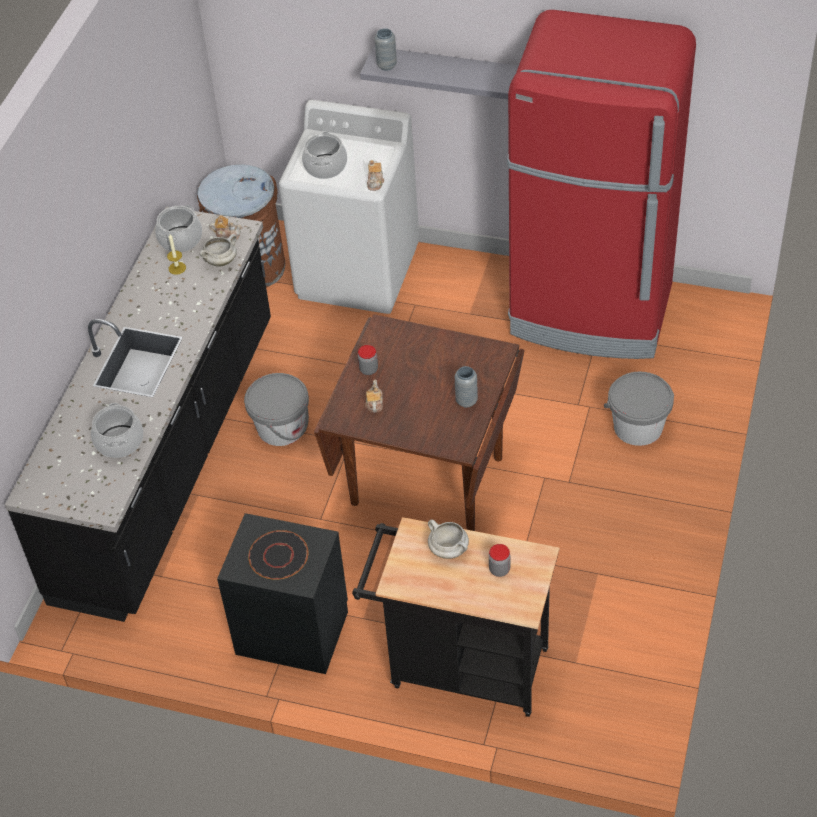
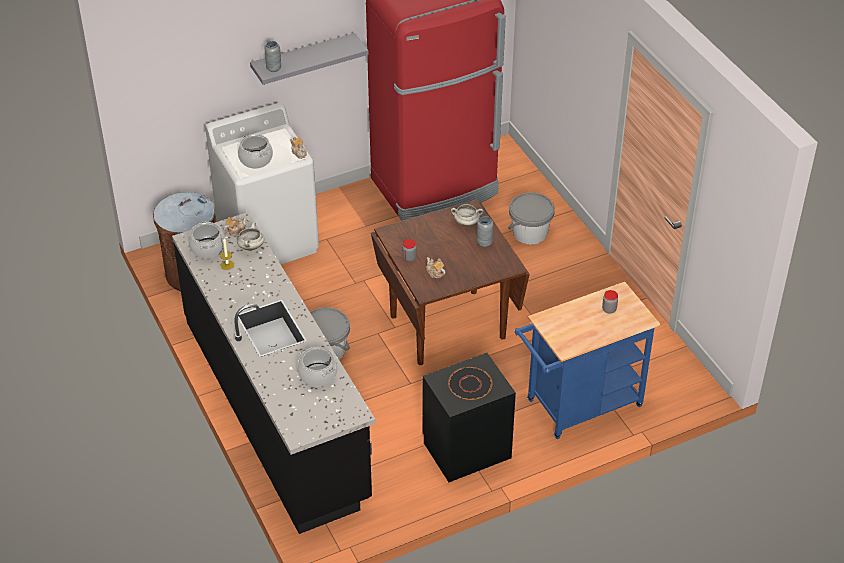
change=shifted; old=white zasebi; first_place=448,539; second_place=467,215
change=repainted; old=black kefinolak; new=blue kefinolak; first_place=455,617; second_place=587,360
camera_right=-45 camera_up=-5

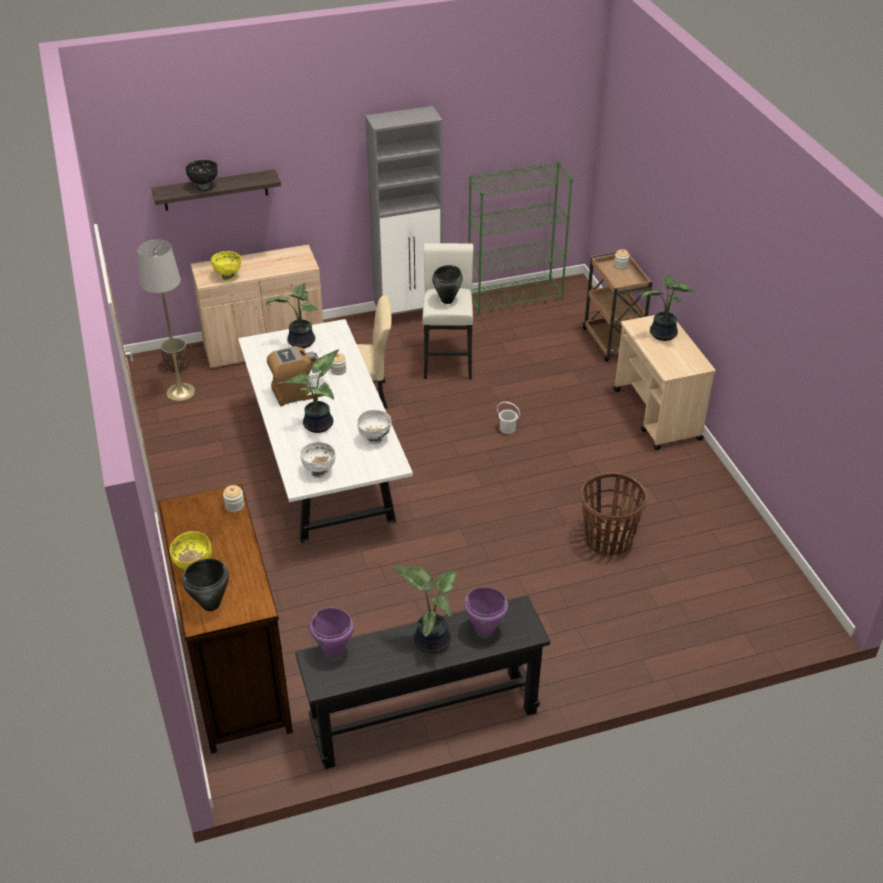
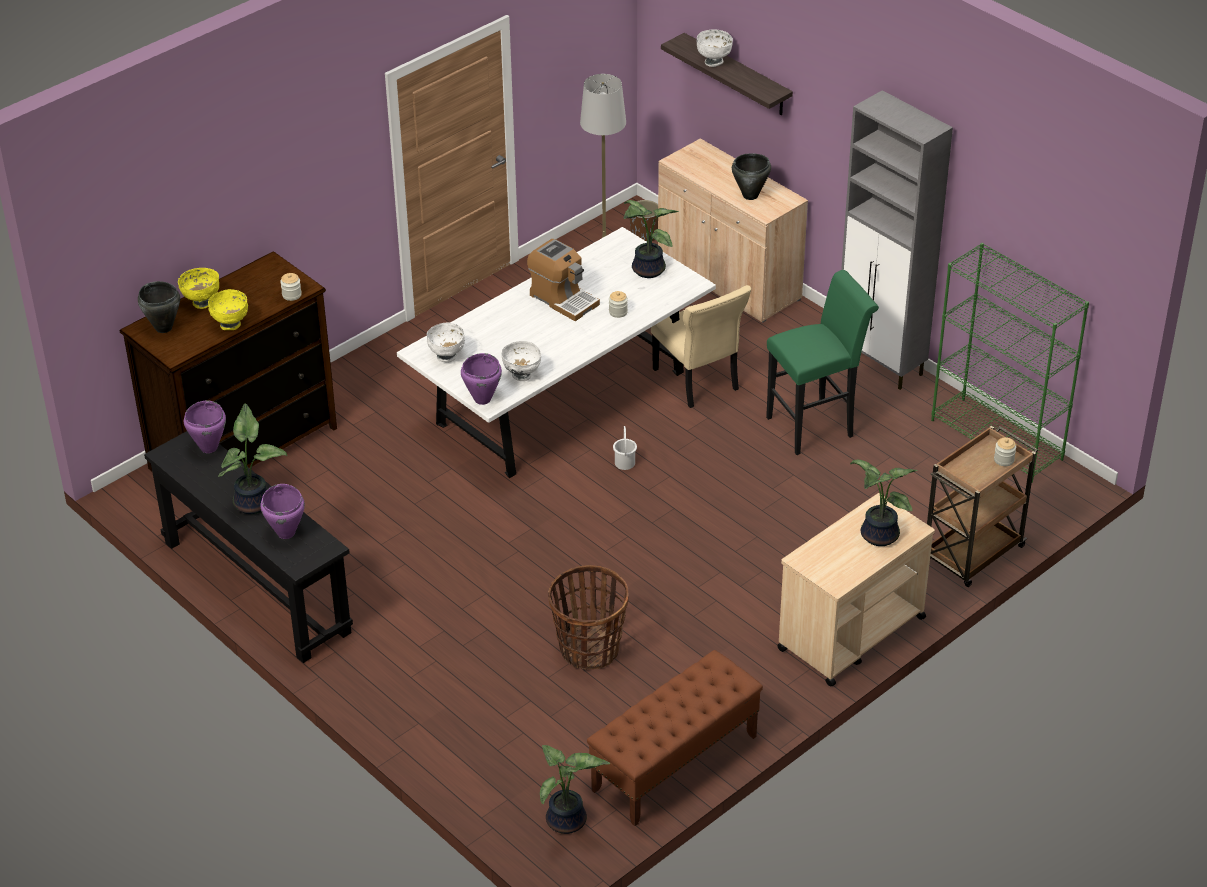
change=new; new=purple zasebi; second_place=481,379
change=new; new=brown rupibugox; second_place=675,738
change=shifted; old=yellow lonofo; first_place=226,266; second_place=228,309
change=shifted; old=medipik; first_place=312,391; second_place=575,789
change=shifted; old=black zasebi; first_place=447,284; second_place=751,176
change=shifted; old=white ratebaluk; first_place=508,418; second_place=625,448
change=repainted; old=black lonofo; new=white lonofo; first_place=201,175; second_place=715,48
change=repainted; old=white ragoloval; new=green ragoloval; first_place=448,311; second_place=822,362
camera_right=65 camera_up=0

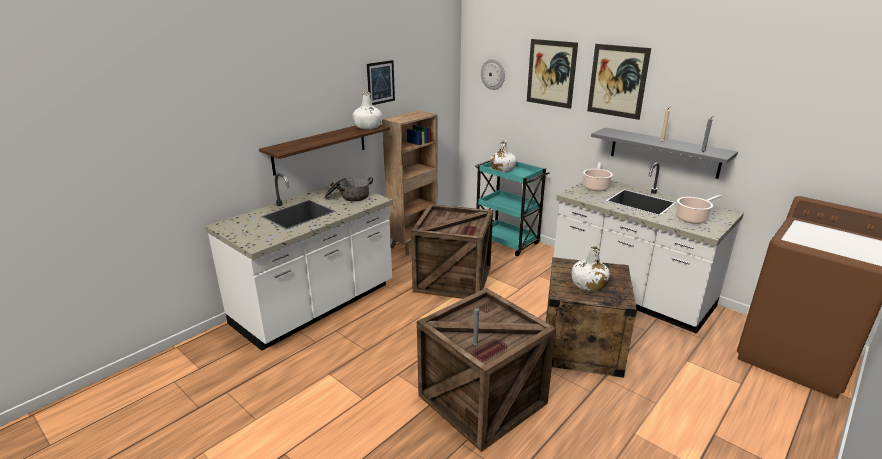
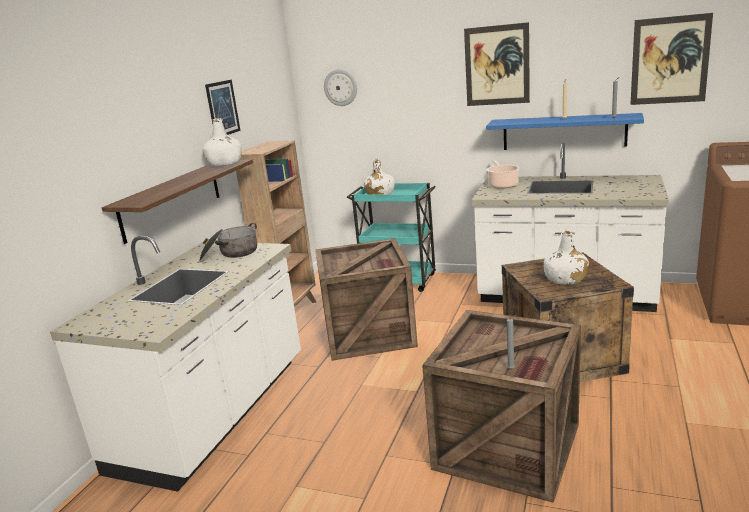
change=gone; old=zasebi; first_place=699,209
change=shifted; old=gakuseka; first_place=552,74; second_place=671,59
change=repainted; old=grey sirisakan; new=blue sirisakan; first_place=664,153; second_place=565,131
camera_right=-20 camera_up=-5

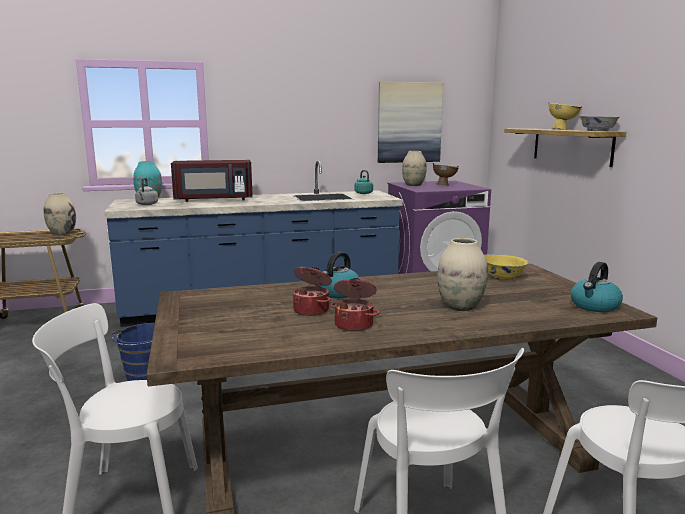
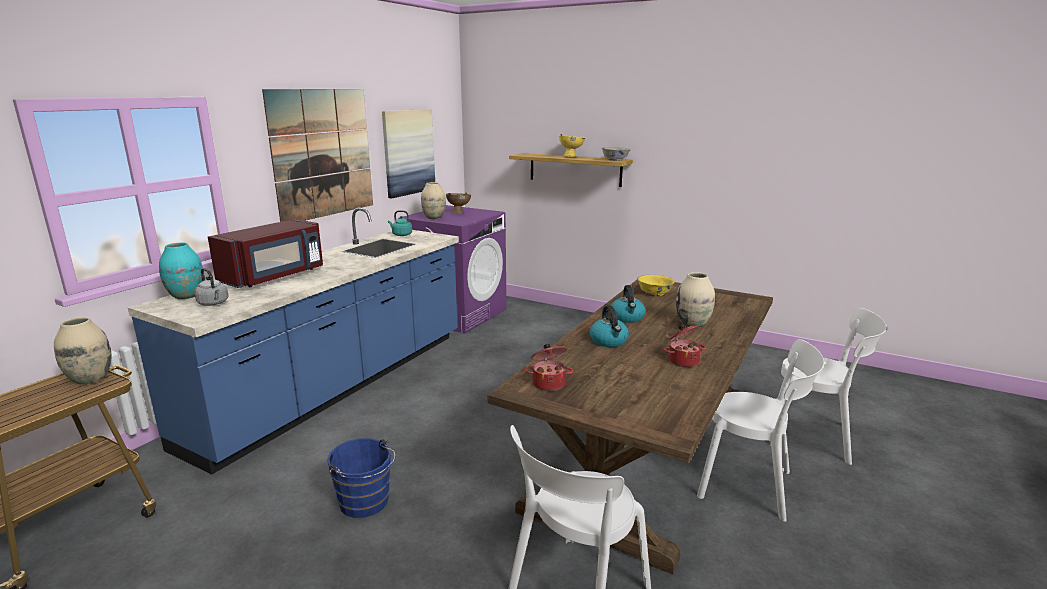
change=new; new=gakuseka; second_place=317,155
change=shifted; old=zasebi; first_place=312,291; second_place=549,367
change=shifted; old=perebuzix; first_place=597,287; second_place=628,304
camera_right=-45 camera_up=5

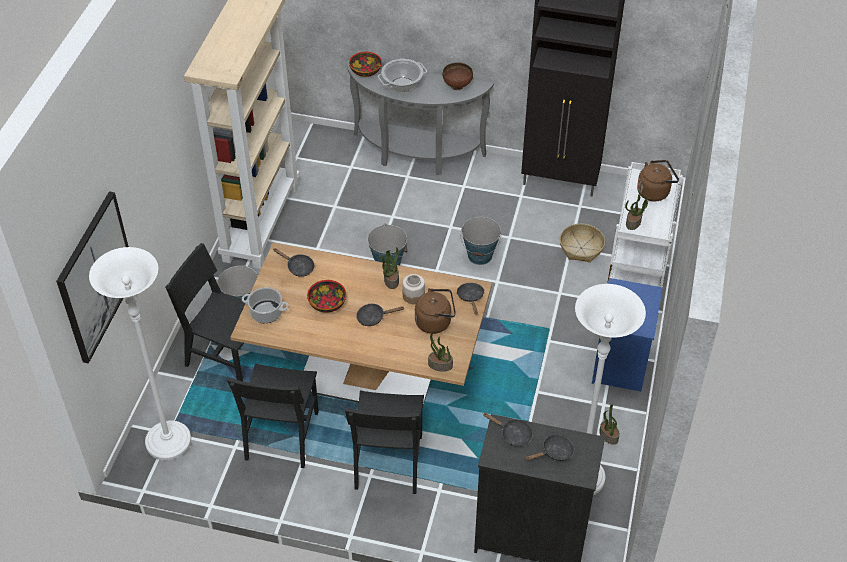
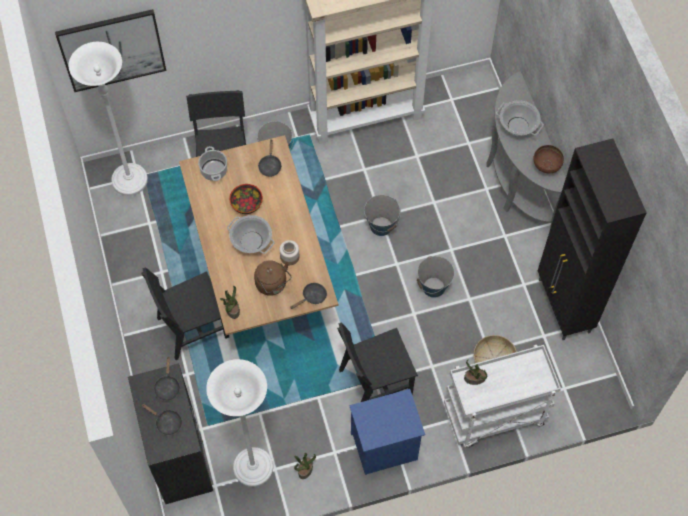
change=gone; old=lonofo; first_place=365,64
change=gone; old=medipik; first_place=389,268
change=gone; old=brown perebuzix; first_place=658,180
change=shifted; old=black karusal; first_place=273,415; second_place=377,362
change=swapped; old=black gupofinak; new=zasebi; first_place=380,315; second_place=251,234
camera_right=60 camera_up=15

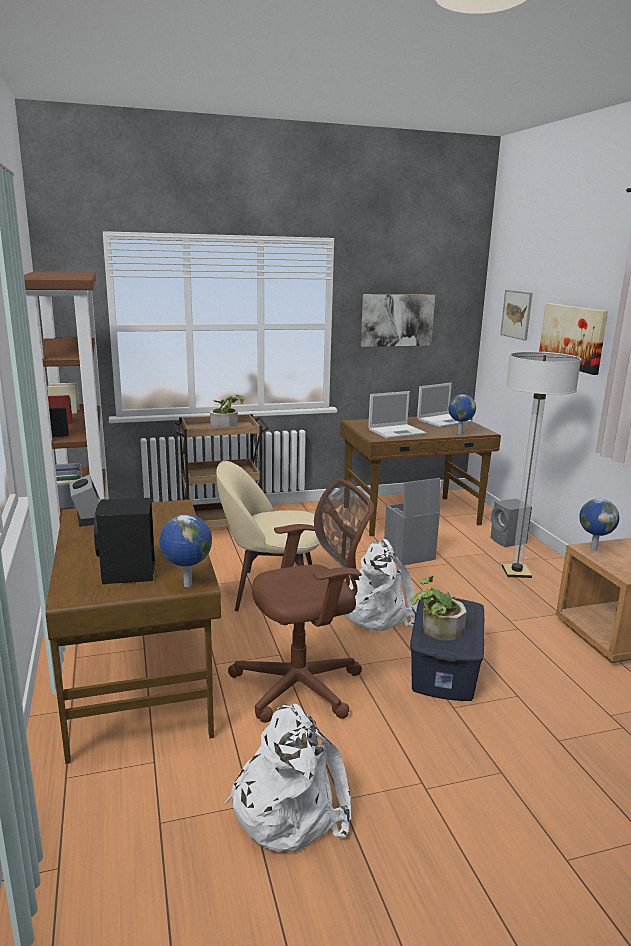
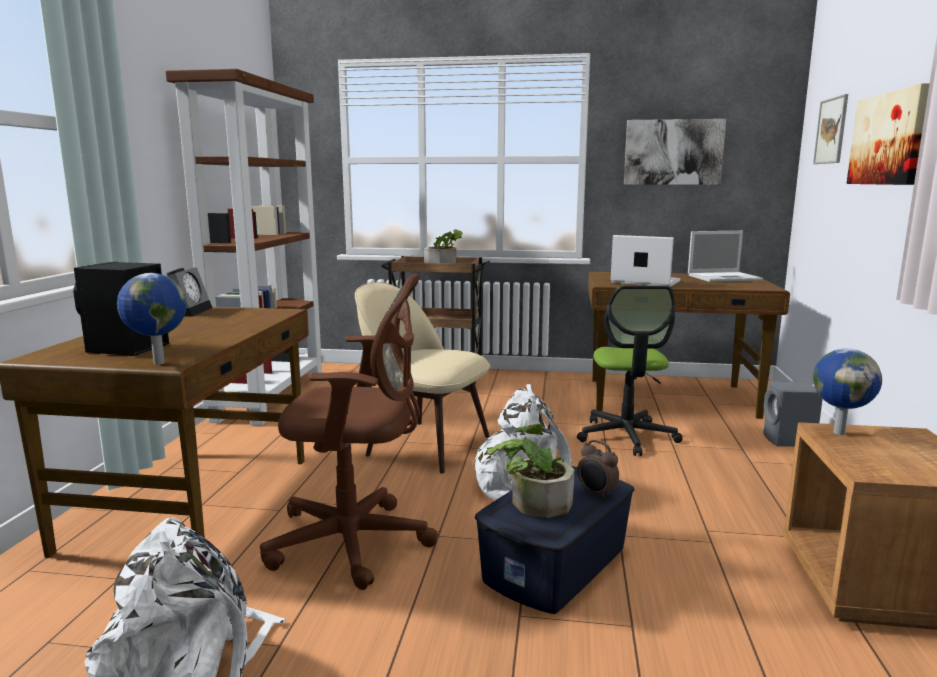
change=gone; old=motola; first_place=462,414
change=gone; old=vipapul; first_place=541,464
change=new; new=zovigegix; second_place=598,469
change=swapped; old=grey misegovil; new=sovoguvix; first_place=412,521; second_place=630,371
change=rotated; old=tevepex; first_place=397,415; second_place=645,261; degrees=-150
camera_right=25 camera_up=-5

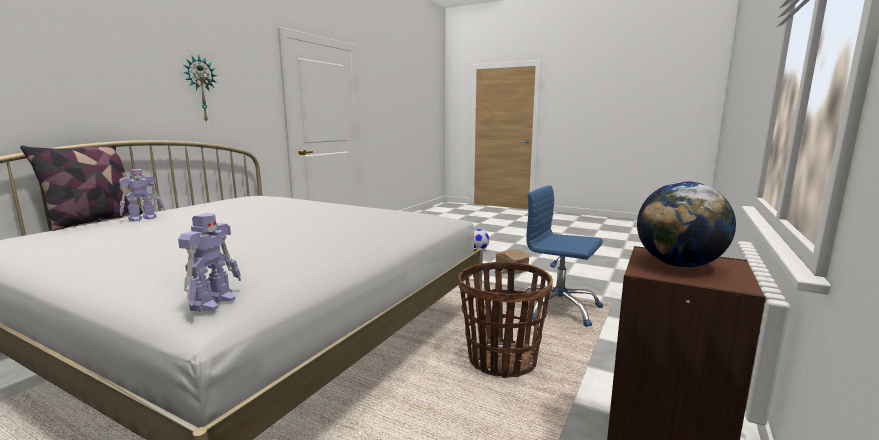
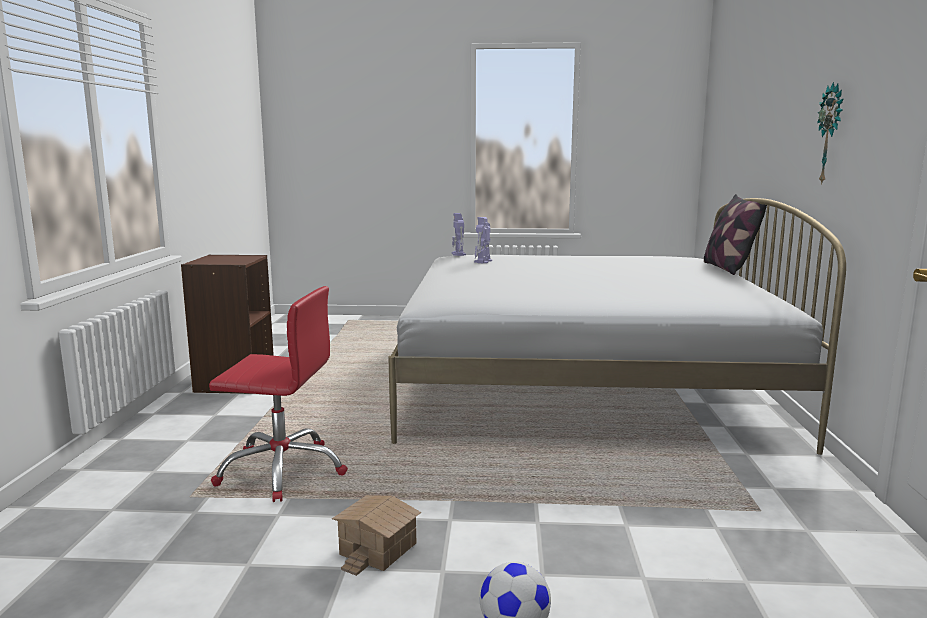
change=gone; old=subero; first_place=505,320
change=gone; old=motola; first_place=686,224
change=shifted; old=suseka; first_place=142,195; second_place=483,240
change=repainted; old=blue sovoguvix; new=red sovoguvix; first_place=563,256; second_place=278,394
camera_right=155 camera_up=0

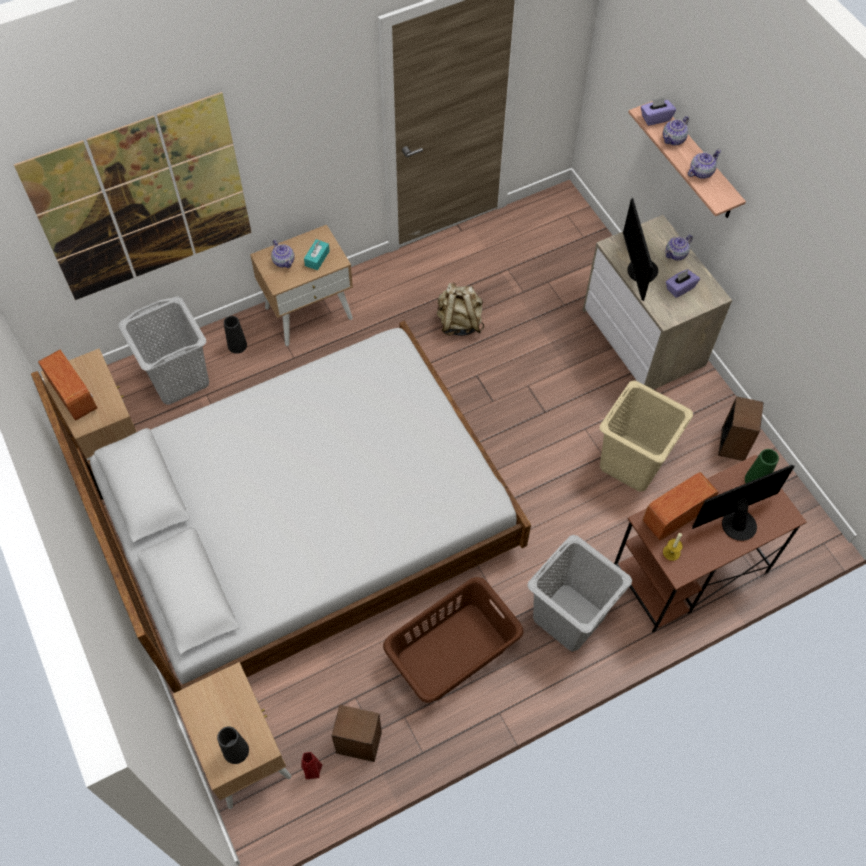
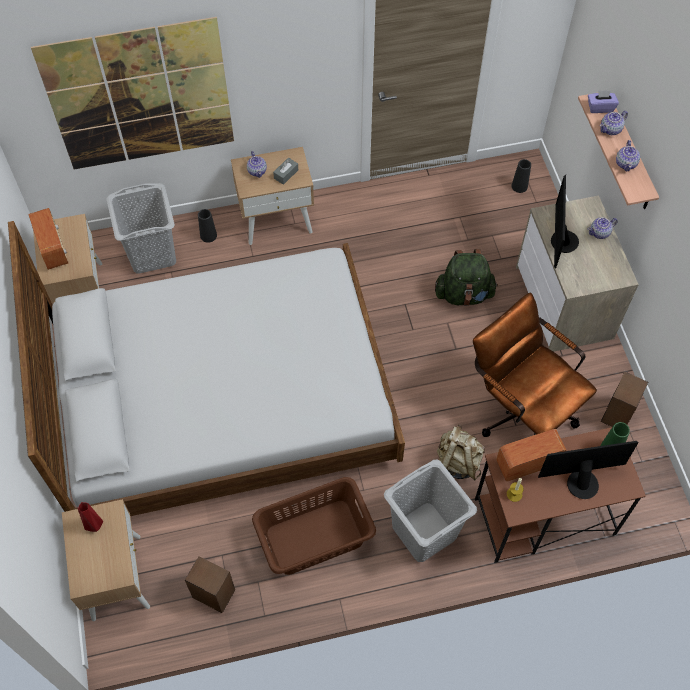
change=gone; old=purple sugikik; first_place=683,283
change=new; new=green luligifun; second_place=466,277
change=shifted; old=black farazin; first_place=233,745; second_place=521,176
change=shifted; old=red farazin; first_place=311,765; second_place=90,517
change=shifted; old=beige luligifun; first_place=460,309; second_place=461,452
change=swapped; old=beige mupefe; new=brown sovoguvix; first_place=646,436; second_place=535,365
change=repainted; old=turquoise sugikik; new=grey sugikik; first_place=317,254; second_place=285,171
change=rotated; old=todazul; first_place=704,164; second_place=628,156; degrees=120
camera_right=15 camera_up=0

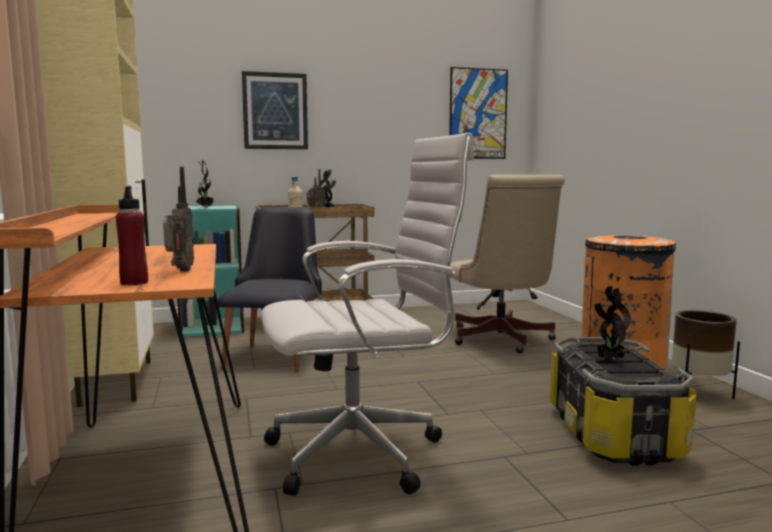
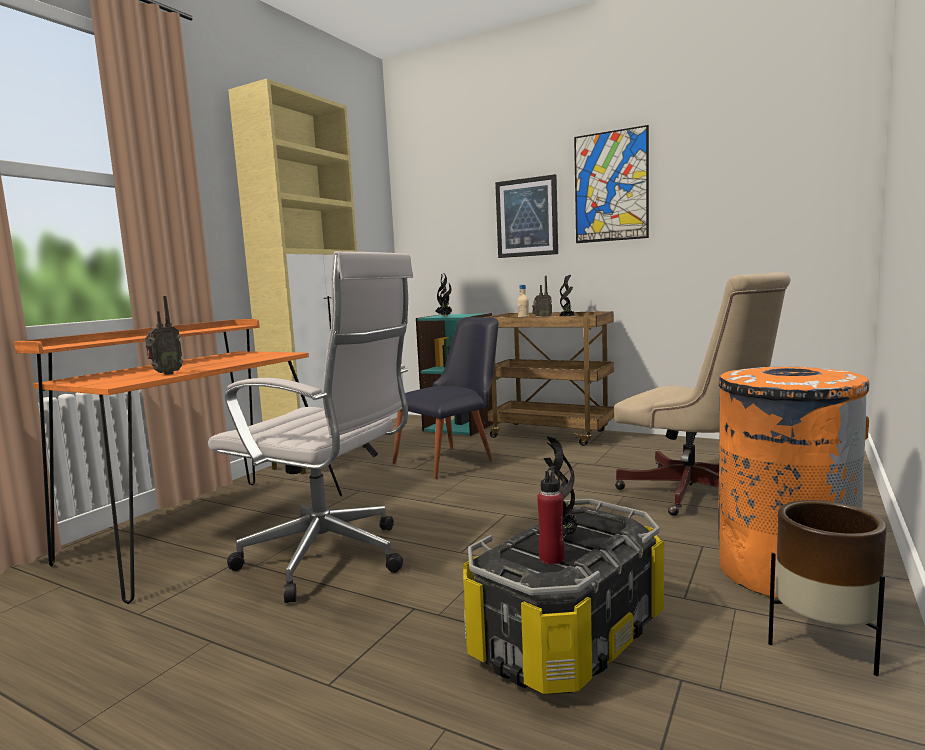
change=shifted; old=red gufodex; first_place=132,235; second_place=551,515
change=shifted; old=gakuseka; first_place=478,113; second_place=611,184
change=rotated; old=beige sovoguvix; first_place=507,264; second_place=702,394; degrees=-75
camera_right=45 camera_up=0

